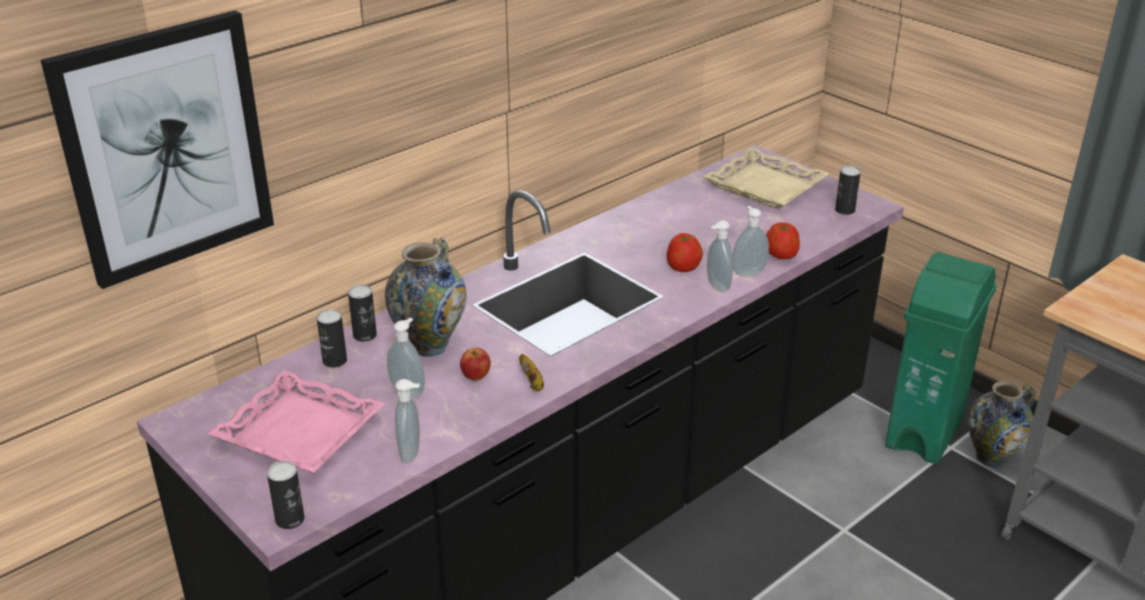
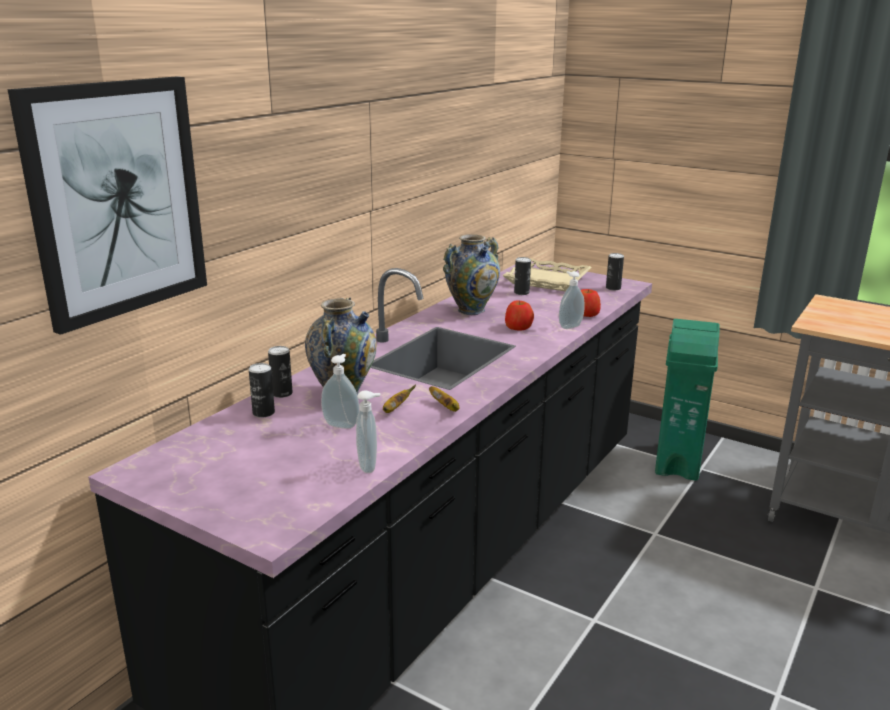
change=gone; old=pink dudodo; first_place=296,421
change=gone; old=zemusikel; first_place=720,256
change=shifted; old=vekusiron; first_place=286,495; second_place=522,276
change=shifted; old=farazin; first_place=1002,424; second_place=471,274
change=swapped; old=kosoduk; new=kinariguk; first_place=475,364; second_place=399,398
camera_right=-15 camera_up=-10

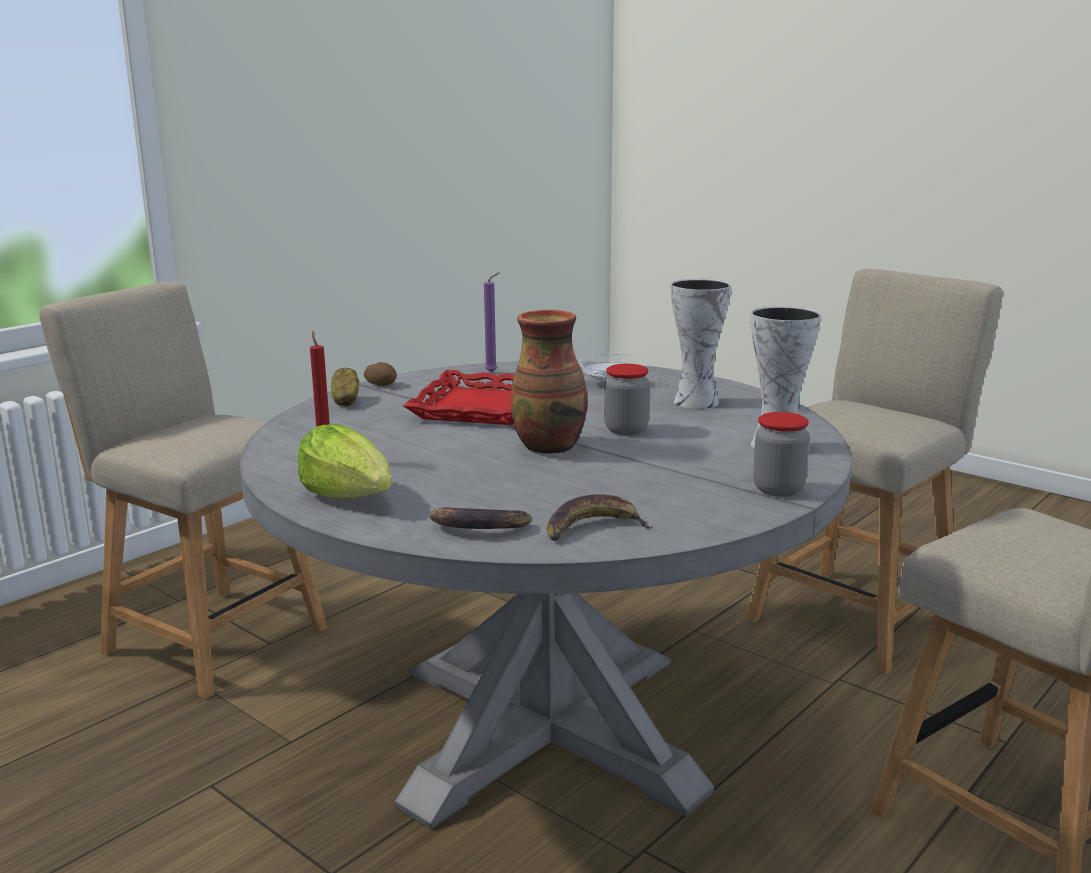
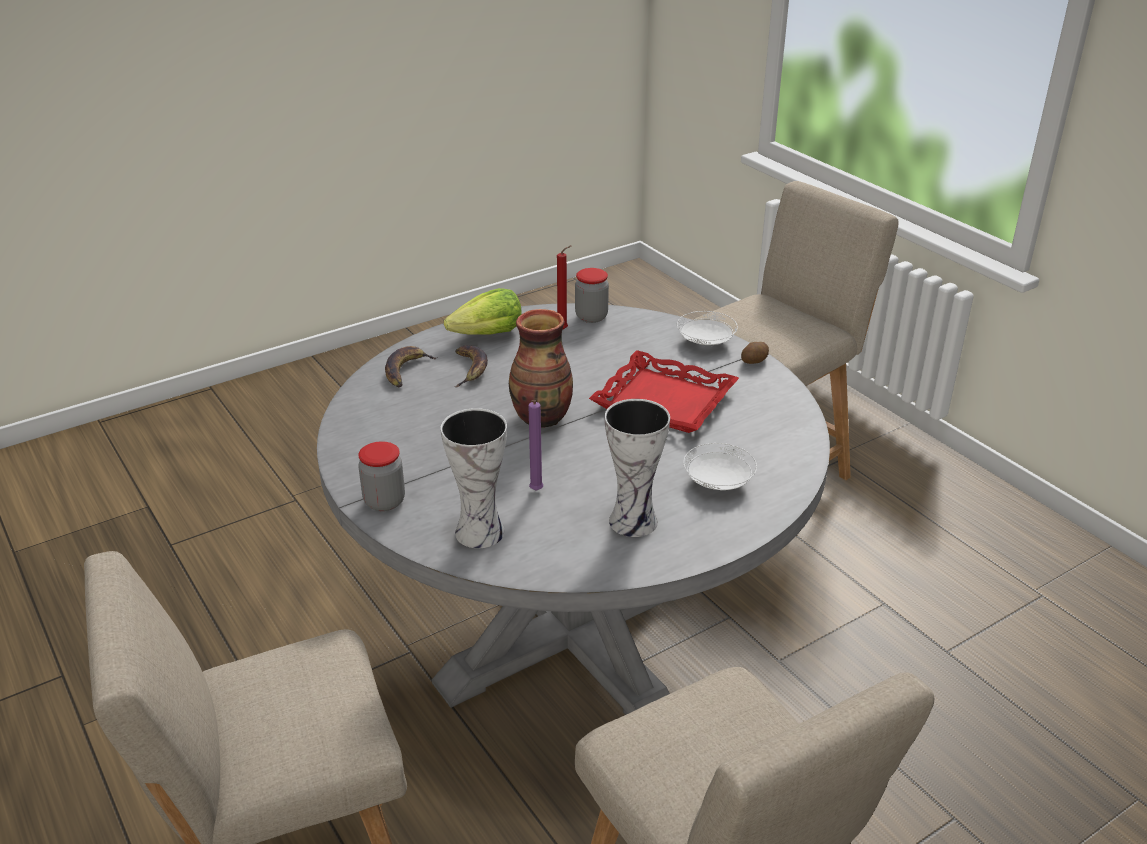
change=shifted; old=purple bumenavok; first_place=492,322; second_place=536,445
change=shifted; old=kinariguk; first_place=600,517; second_place=471,366
change=shifted; old=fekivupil; first_place=627,399; second_place=592,295
change=swapped; old=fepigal; new=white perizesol; first_place=345,387; second_place=707,328
camera_right=105 camera_up=15

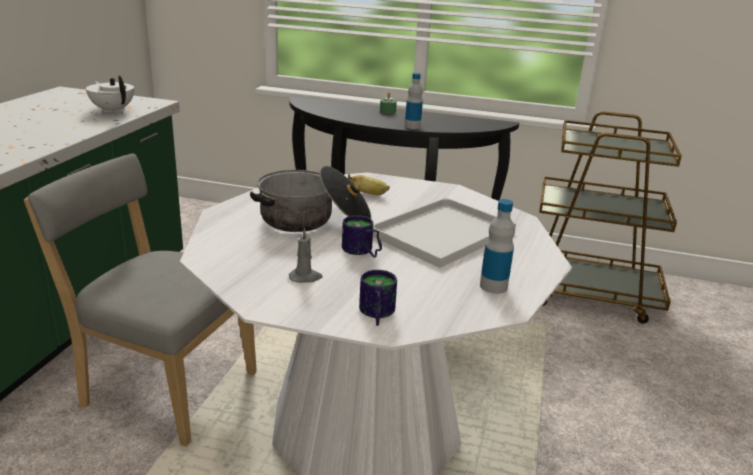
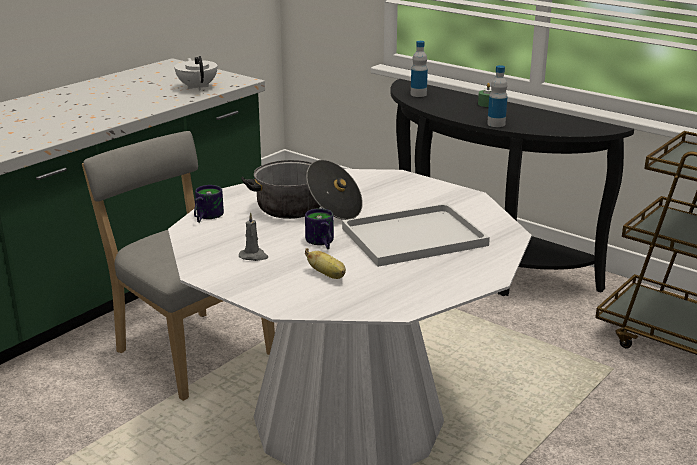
change=shifted; old=kinariguk; first_place=369,184; second_place=325,263
change=shifted; old=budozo; first_place=378,298; second_place=209,204
change=shifted; old=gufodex; first_place=497,246; second_place=419,69
camera_right=25 camera_up=0

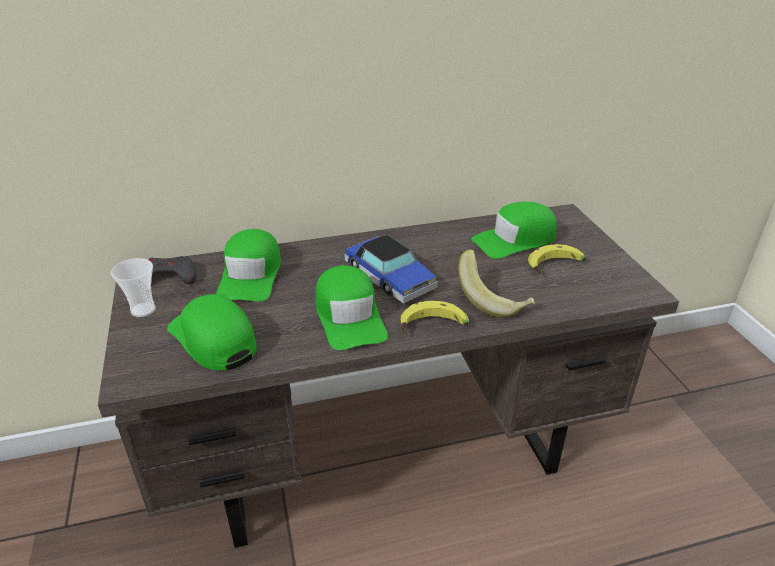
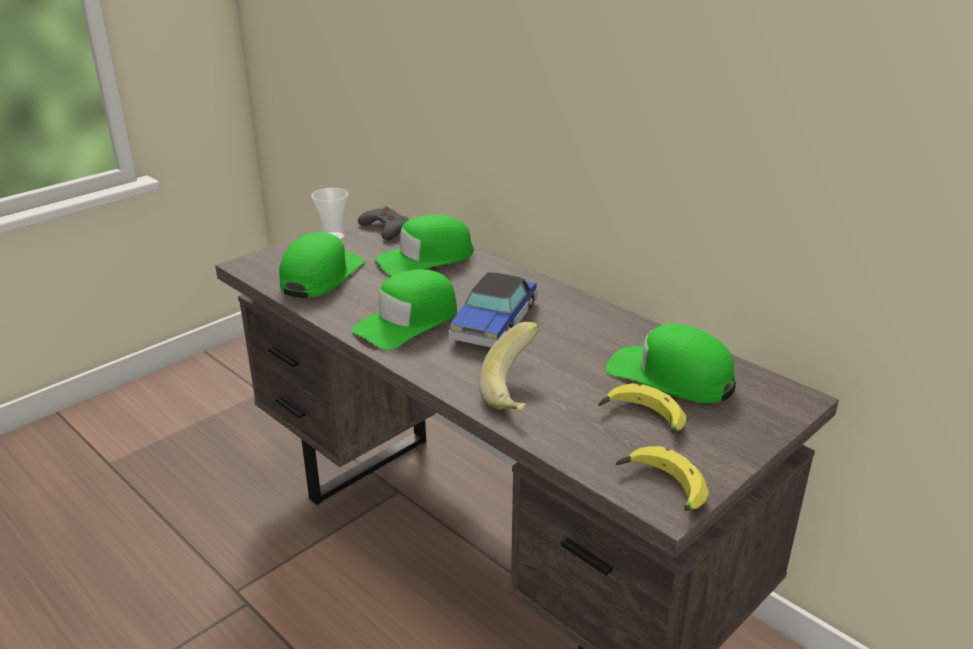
change=shifted; old=kinariguk; first_place=434,317; second_place=662,478
camera_right=60 camera_up=-5

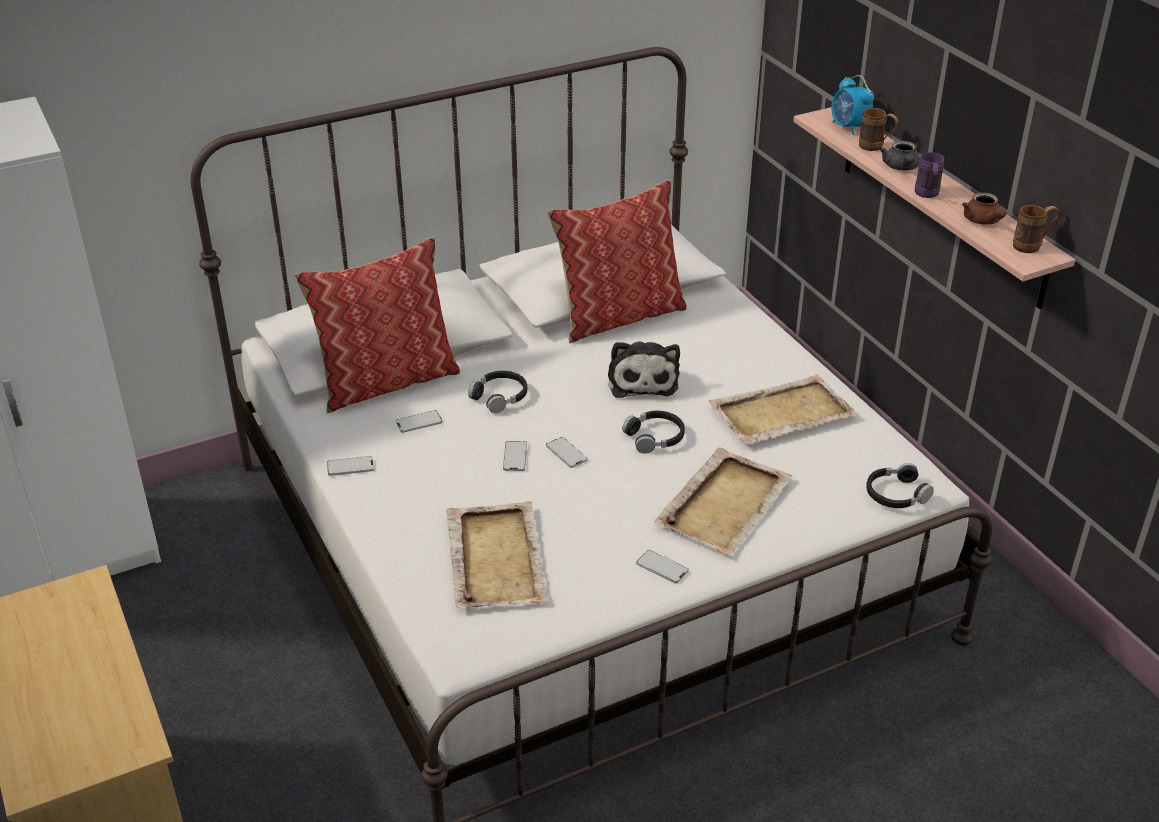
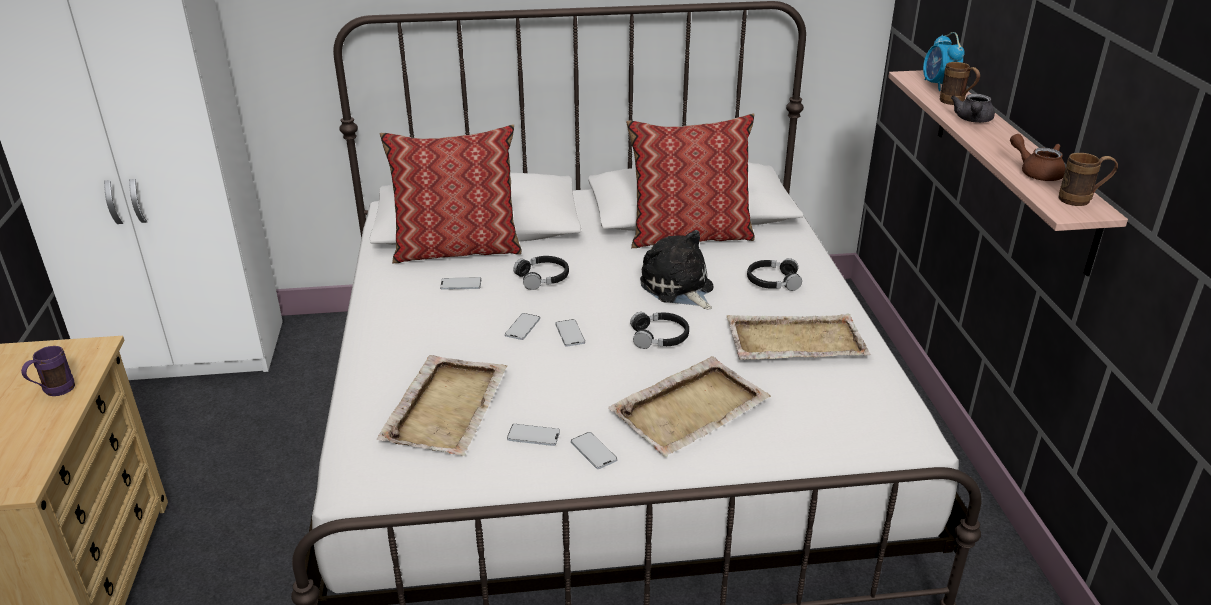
change=shifted; old=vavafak; first_place=350,466; second_place=533,435
change=shifted; old=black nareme; first_place=900,485; second_place=774,274
change=shifted; old=purple budozo; first_place=930,175; second_place=48,371
change=rotated; old=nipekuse; first_place=644,370; second_place=677,270; degrees=135
change=rotated; old=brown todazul; first_place=984,208; second_place=1038,157; degrees=135
camera_right=20 camera_up=-5

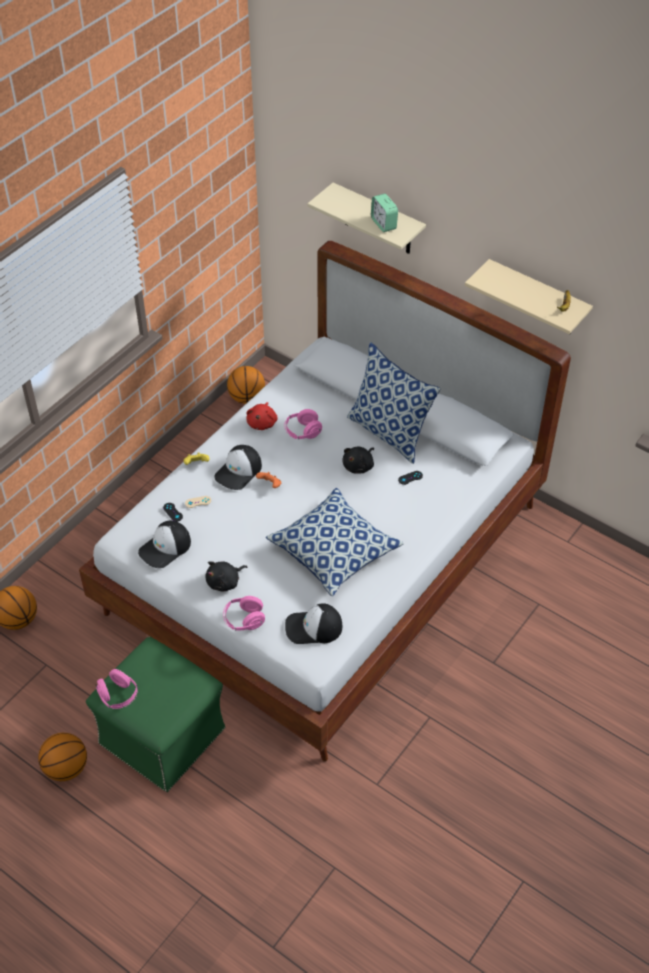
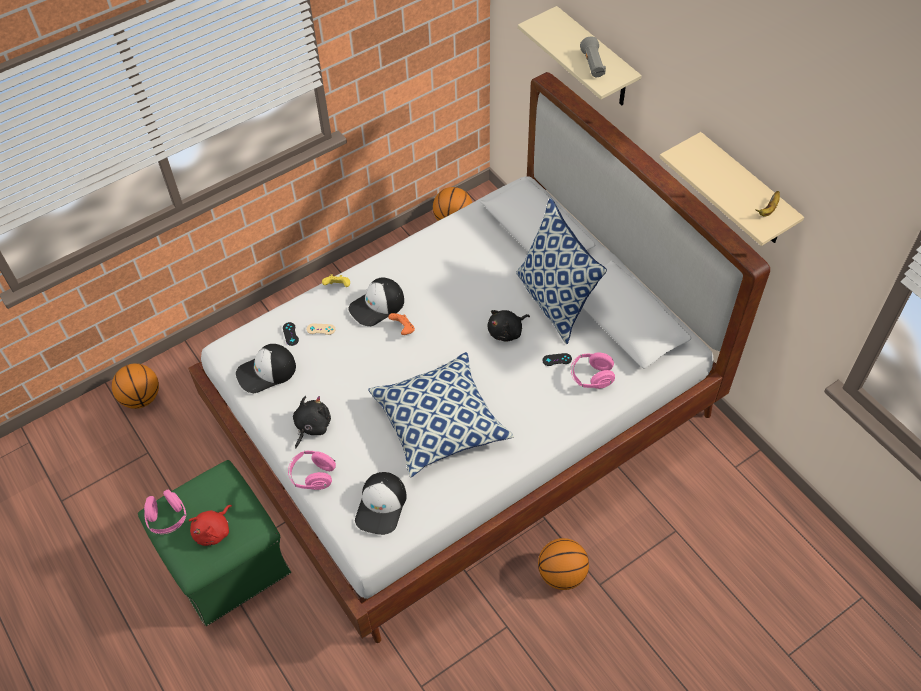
change=shifted; old=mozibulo; first_place=62,757; second_place=563,564
change=shifted; old=red nipekuse; first_place=262,416; second_place=210,525
change=shifted; old=pink nareme; first_place=303,424; second_place=593,370
change=swapped; old=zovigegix; new=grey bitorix; first_place=384,213; second_place=593,56
change=rotated; old=black nipekuse; first_place=226,576; second_place=312,422; degrees=135
change=rotated; old=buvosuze; first_place=313,623; second_place=381,503; degrees=-90
camera_right=20 camera_up=5

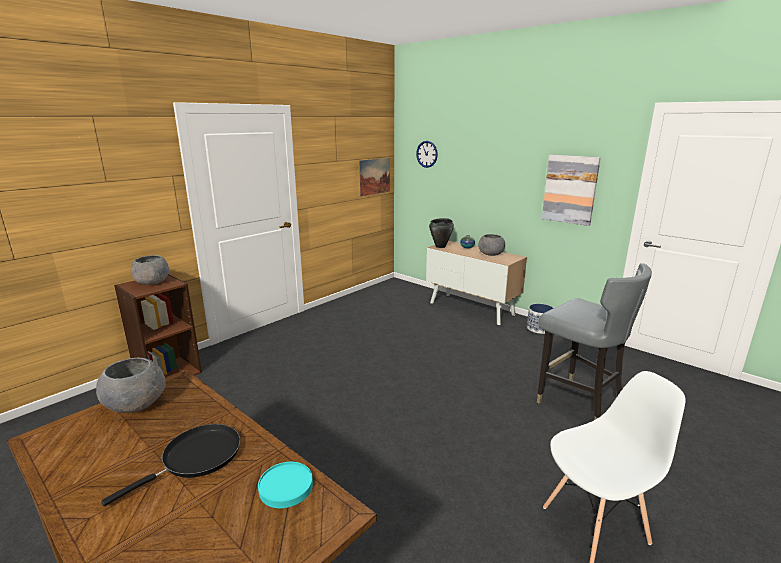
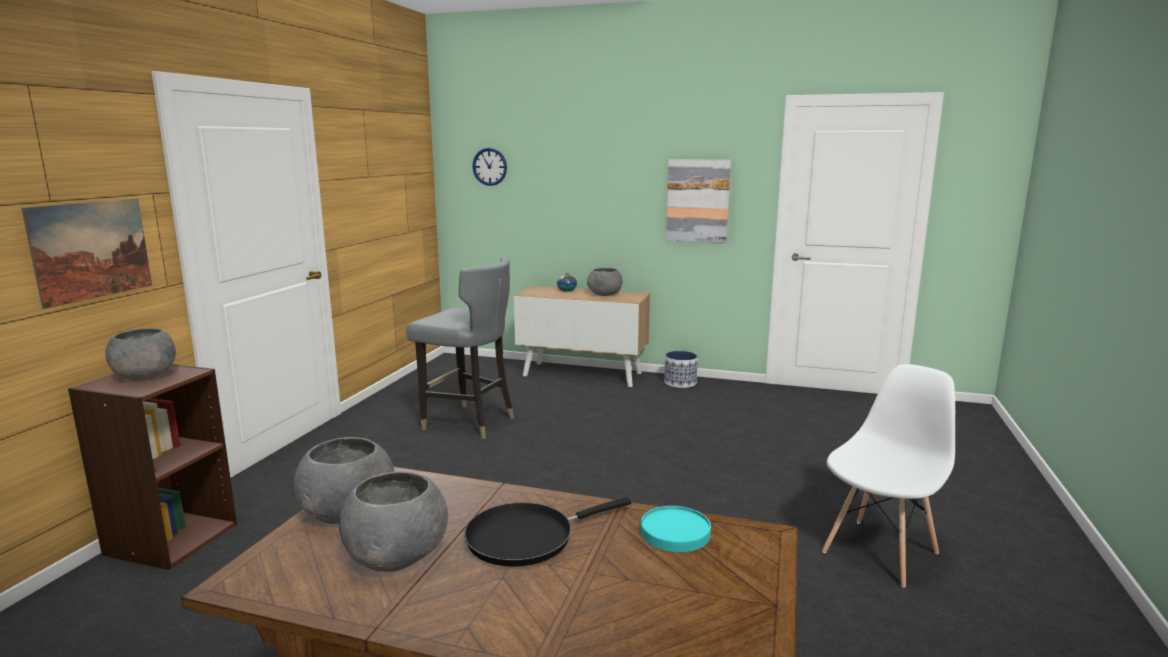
change=gone; old=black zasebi; first_place=441,233
change=new; new=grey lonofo; second_place=393,521
change=shifted; old=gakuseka; first_place=374,177; second_place=86,253
change=shifted; old=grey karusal; first_place=594,341; second_place=460,348
change=rotated; old=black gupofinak; first_place=170,465; second_place=547,532; degrees=-135
camera_right=-25 camera_up=-5

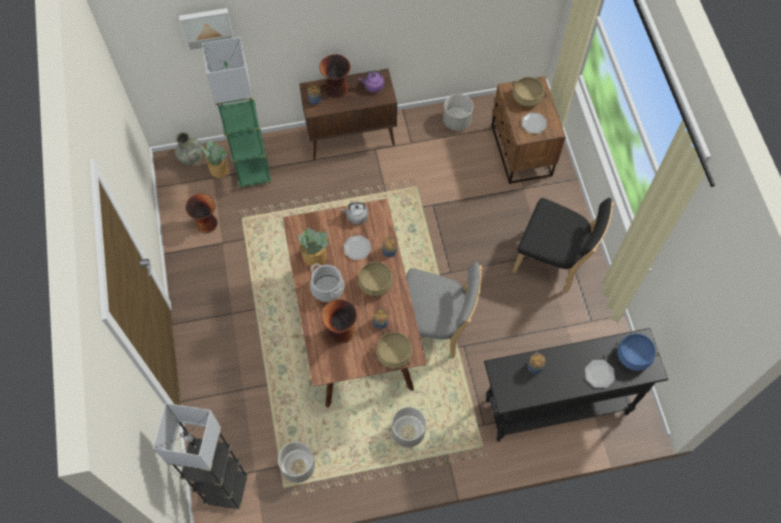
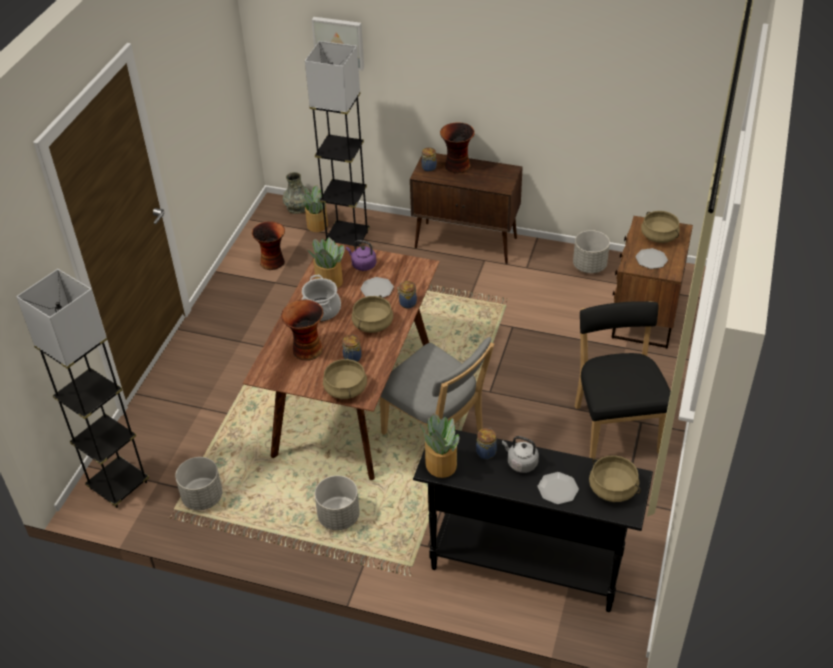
change=new; new=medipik; second_place=440,446
change=shifted; old=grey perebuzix; first_place=354,213; second_place=520,454
change=shifted; old=purple perebuzix; first_place=371,81; second_place=361,255
change=repainted; old=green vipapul; new=black vipapul; first_place=236,112; second_place=337,144
change=repainted; old=blue zasebi; new=beige zasebi; first_place=637,352; second_place=615,478
change=rotated; old=black karusal; first_place=563,245; second_place=622,380; degrees=-150
camera_right=30 camera_up=-20

